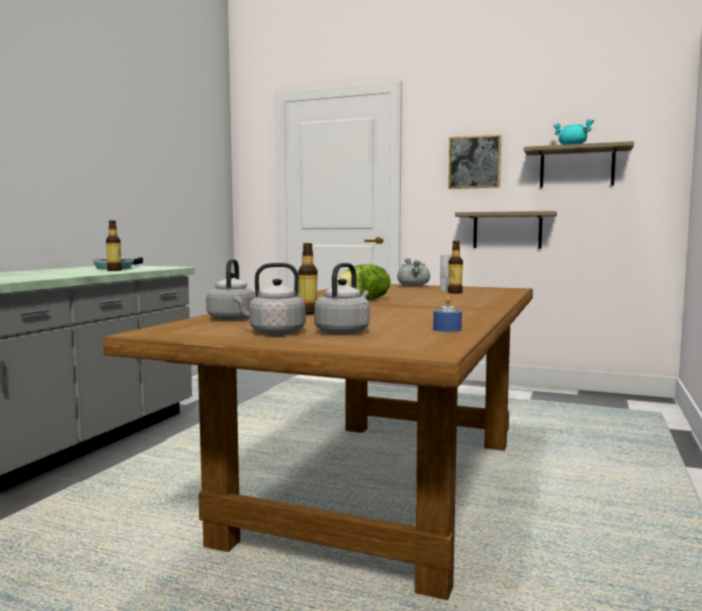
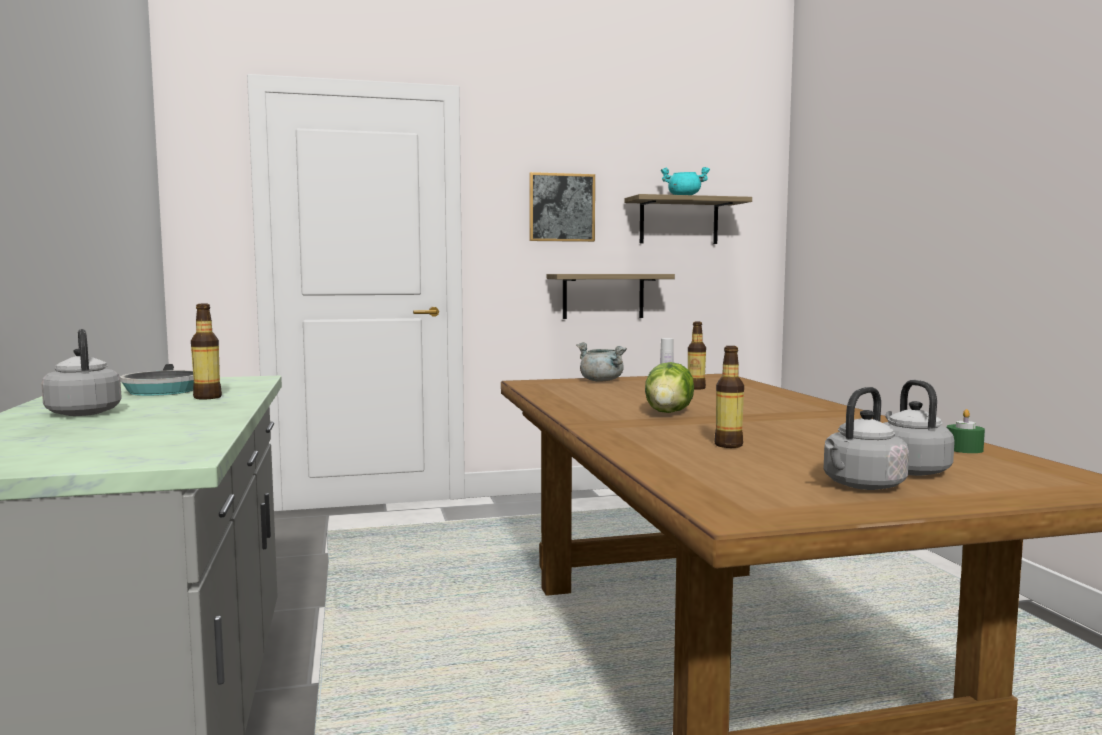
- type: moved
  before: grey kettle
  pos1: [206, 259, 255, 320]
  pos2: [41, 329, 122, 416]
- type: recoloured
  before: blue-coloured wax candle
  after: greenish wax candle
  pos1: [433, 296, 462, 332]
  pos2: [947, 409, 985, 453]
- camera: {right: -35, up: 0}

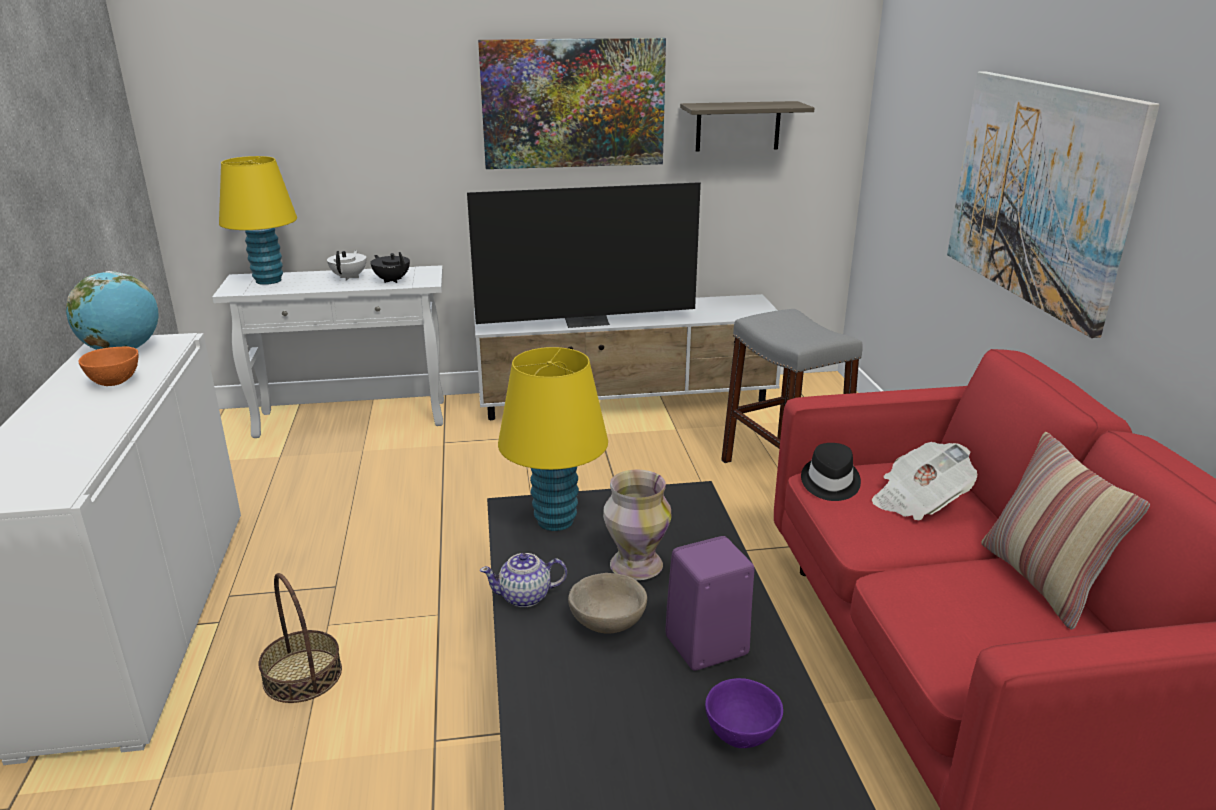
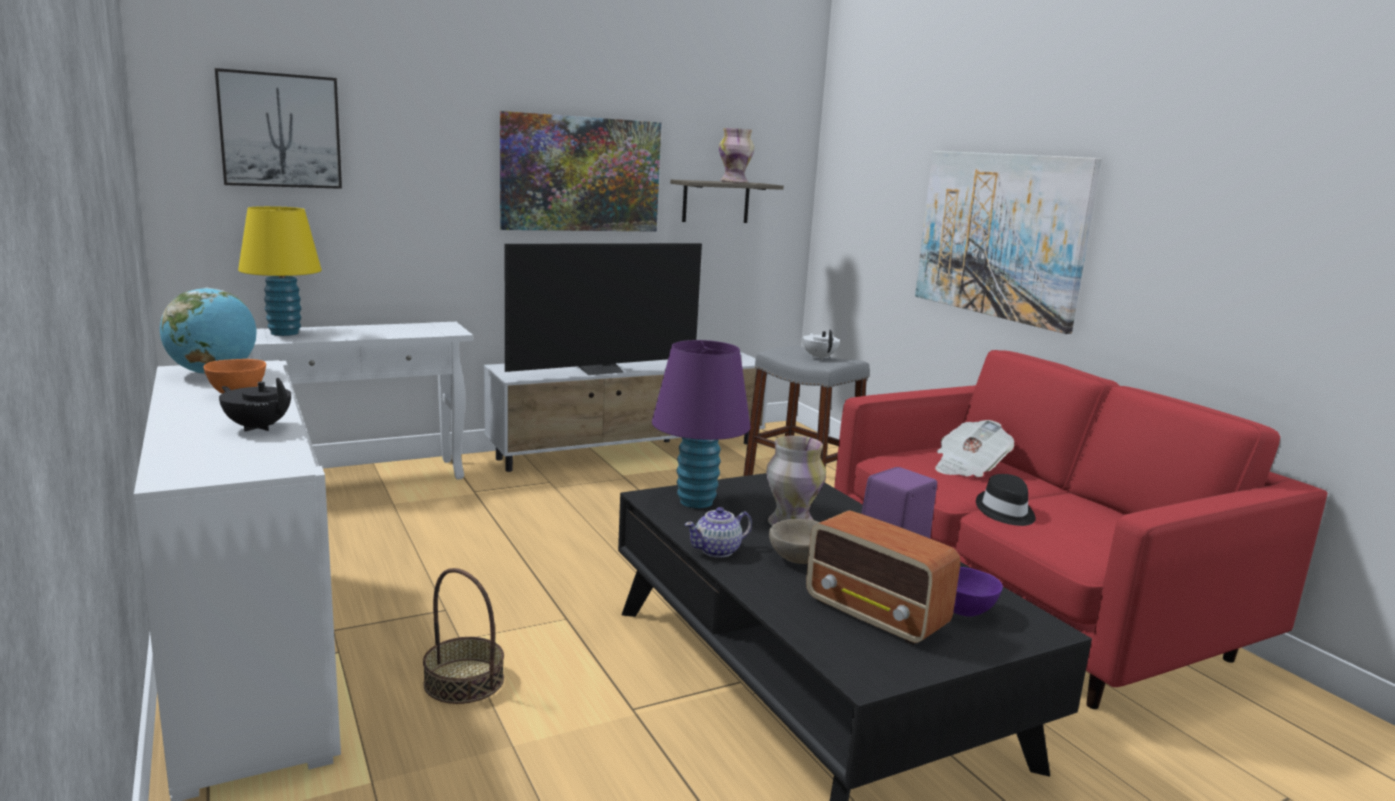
- type: removed
  before: pillow
  pos1: [981, 432, 1150, 630]
- type: added
  after: wall picture
  pos2: [215, 68, 342, 189]
- type: added
  after: flower vase
  pos2: [719, 128, 754, 183]
- type: added
  after: radio receiver
  pos2: [806, 510, 960, 645]
- type: moved
  before: white-coloured pot for tea
  pos1: [327, 250, 366, 281]
  pos2: [803, 330, 840, 360]
- type: moved
  before: black pot for tea
  pos1: [370, 252, 410, 283]
  pos2: [219, 378, 291, 432]
- type: moved
  before: black hat
  pos1: [801, 443, 861, 501]
  pos2: [976, 474, 1036, 526]
- type: recoloured
  before: yellow table lamp
  after: purplish table lamp
  pos1: [498, 347, 608, 531]
  pos2: [652, 340, 750, 508]
- camera: {right: -20, up: -10}

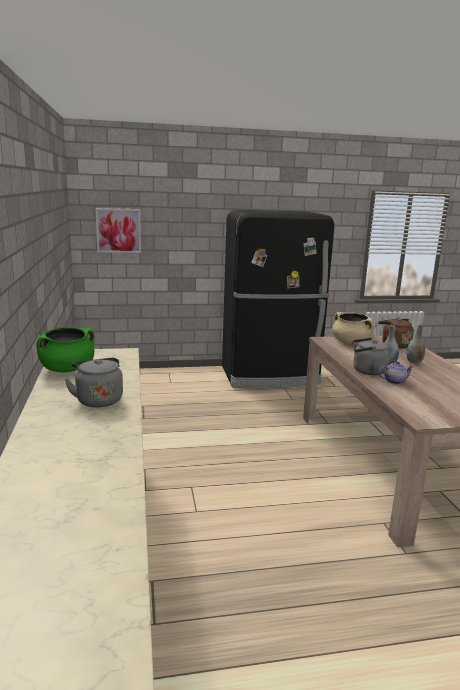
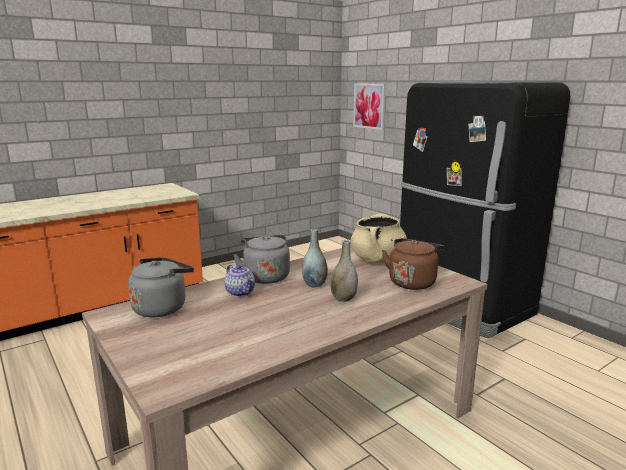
- type: removed
  before: greenish cooking pot
  pos1: [36, 327, 94, 372]
- type: moved
  before: grey kettle
  pos1: [65, 358, 123, 408]
  pos2: [128, 257, 194, 317]
- camera: {right: 65, up: 0}

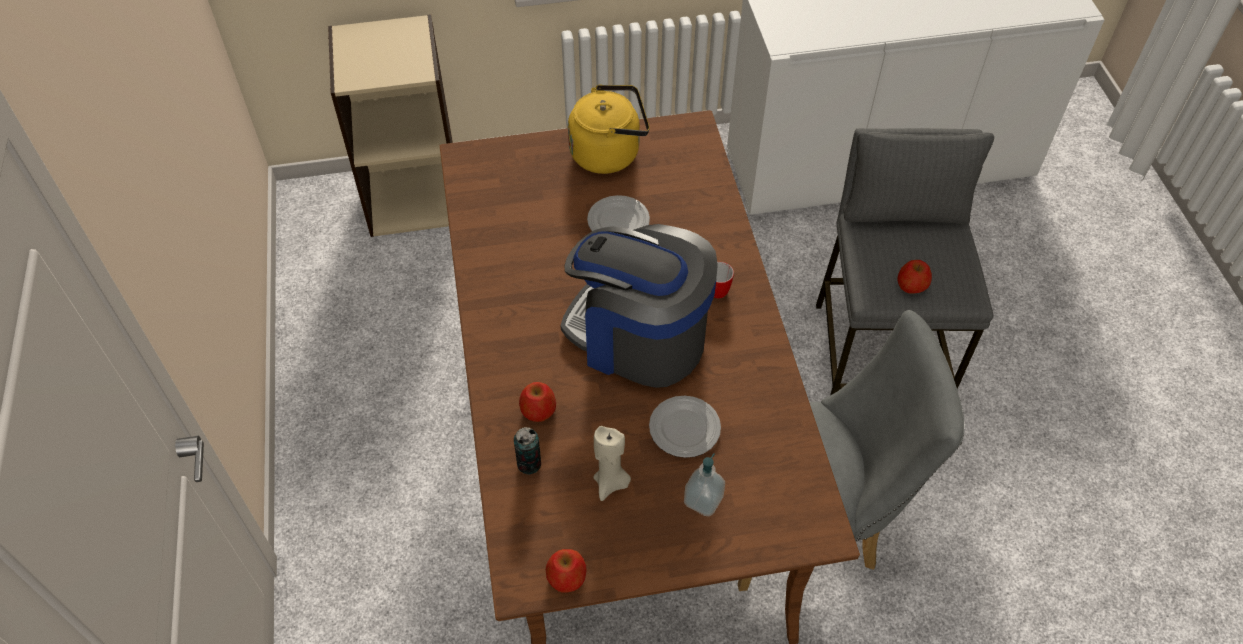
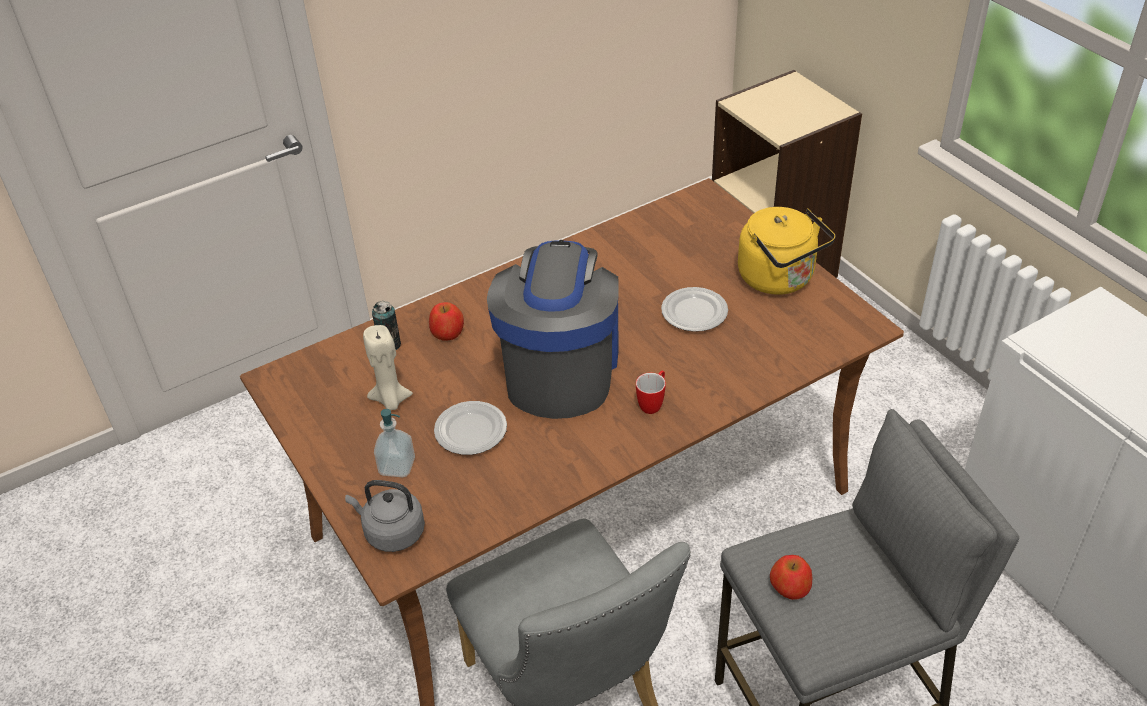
- type: removed
  before: apple fruit
  pos1: [546, 549, 587, 592]
- type: added
  after: grey kettle
  pos2: [345, 480, 425, 552]
- camera: {right: 70, up: -10}

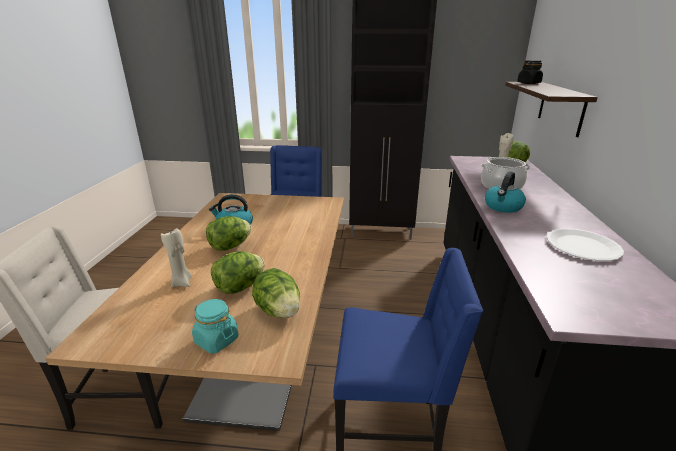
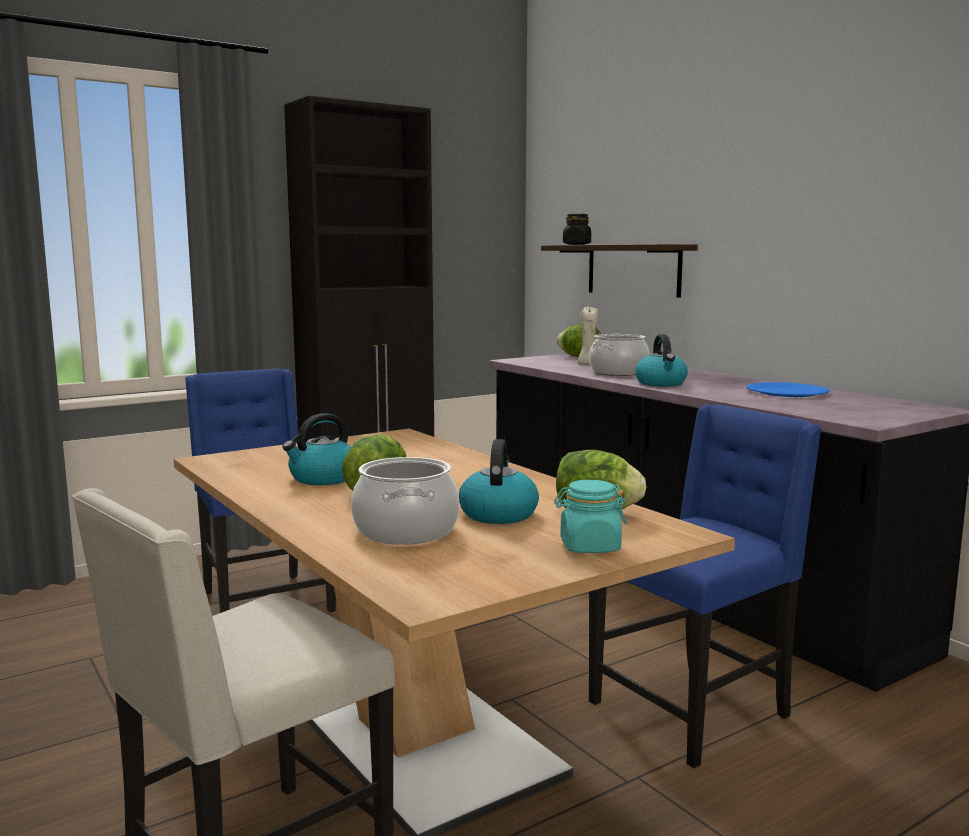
- type: replaced
  before: beige-coloured wax candle
  after: cooking pot
  pos1: [161, 228, 192, 288]
  pos2: [351, 457, 460, 545]
- type: replaced
  before: head of lettuce
  after: kettle
  pos1: [211, 251, 265, 294]
  pos2: [459, 439, 539, 524]
- type: recoloured
  before: white-coloured flat dish
  after: blue-coloured flat dish
  pos1: [547, 229, 624, 261]
  pos2: [746, 382, 830, 397]
- camera: {right: -40, up: -15}

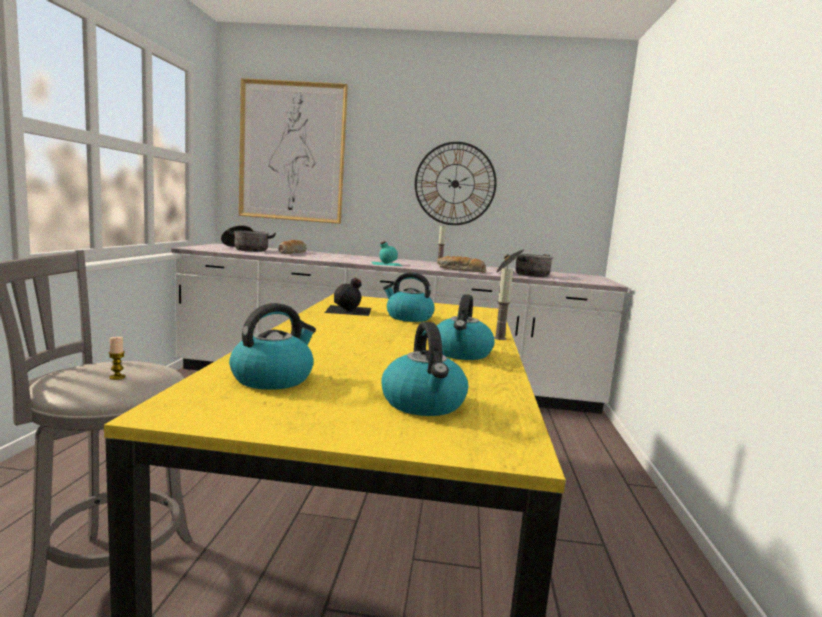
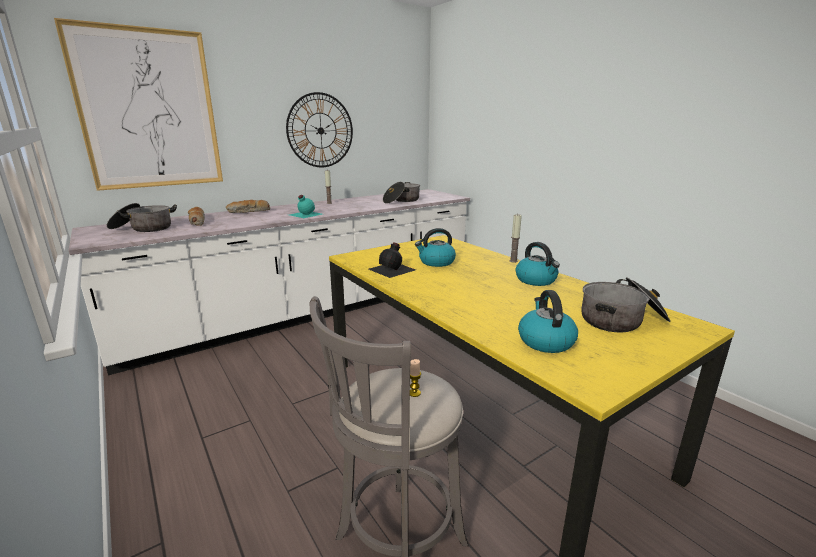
- type: moved
  before: bakery bread
  pos1: [437, 256, 486, 273]
  pos2: [226, 200, 270, 213]
- type: replaced
  before: kettle
  after: cooking pot
  pos1: [381, 322, 468, 416]
  pos2: [582, 277, 670, 332]
- camera: {right: -40, up: 10}

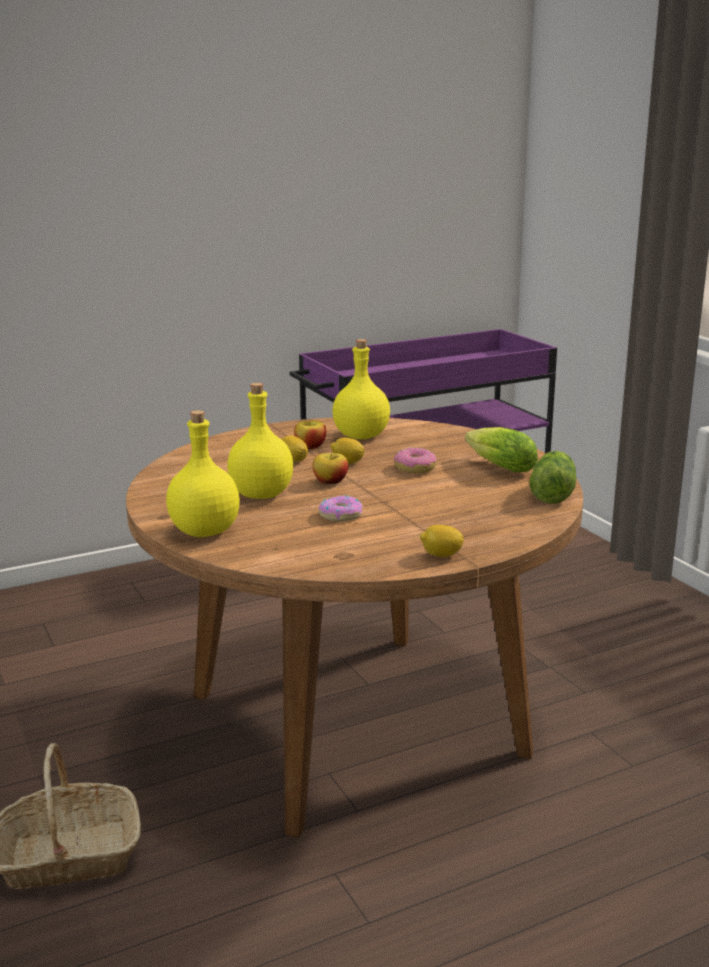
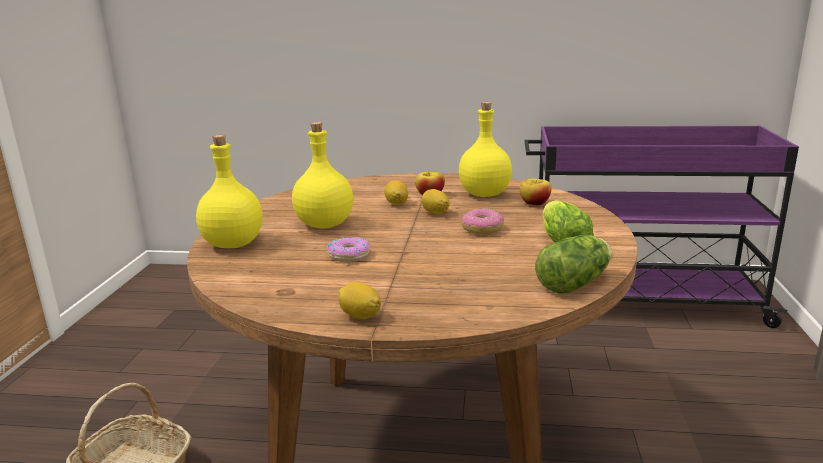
- type: moved
  before: apple fruit
  pos1: [312, 453, 348, 484]
  pos2: [520, 179, 552, 205]
- camera: {right: 35, up: 0}

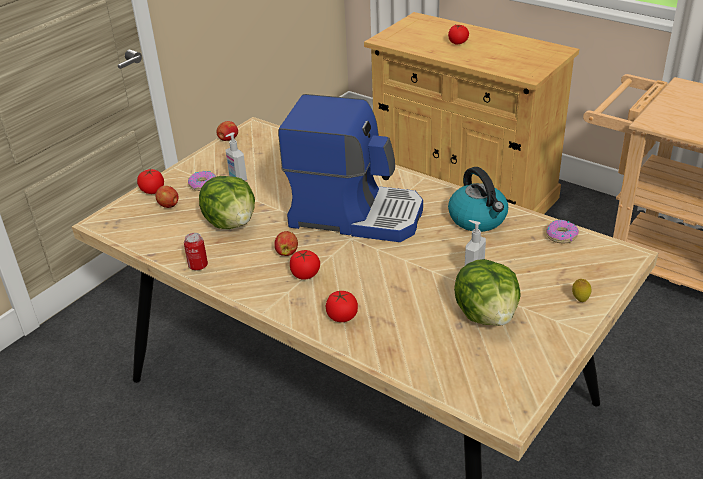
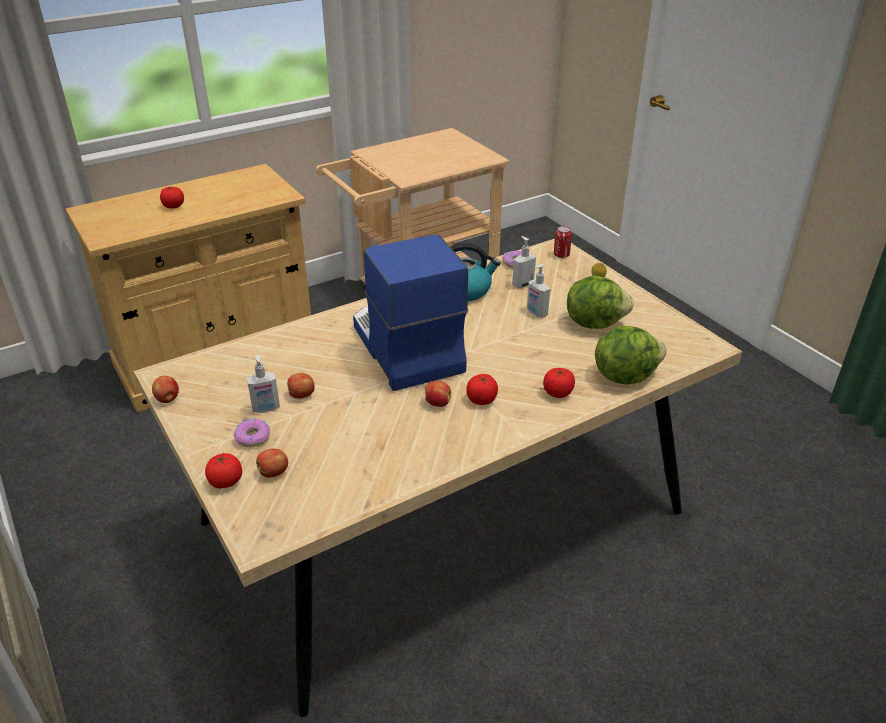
- type: added
  after: apple fruit
  pos2: [287, 373, 315, 398]
- type: added
  after: liquid soap bottle
  pos2: [512, 236, 536, 289]
- type: moved
  before: metal can
  pos1: [184, 233, 208, 270]
  pos2: [554, 226, 572, 258]
- type: moved
  before: head of lettuce
  pos1: [199, 176, 255, 229]
  pos2: [595, 326, 667, 385]
- type: turned
  before: coffee maker
  pos1: [278, 94, 423, 242]
  pos2: [353, 235, 469, 391]
  turn: -60
- camera: {right: -70, up: 0}

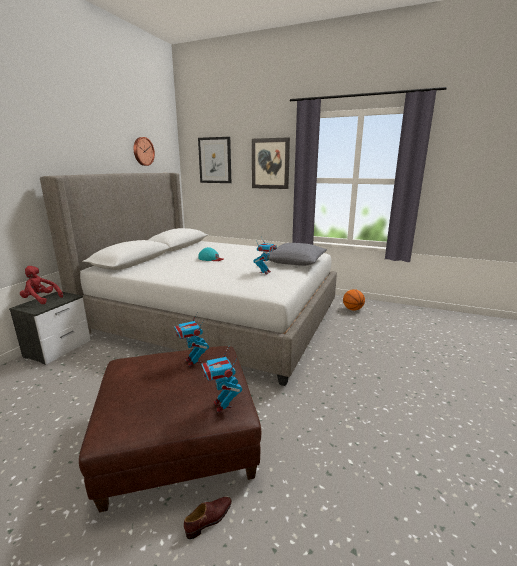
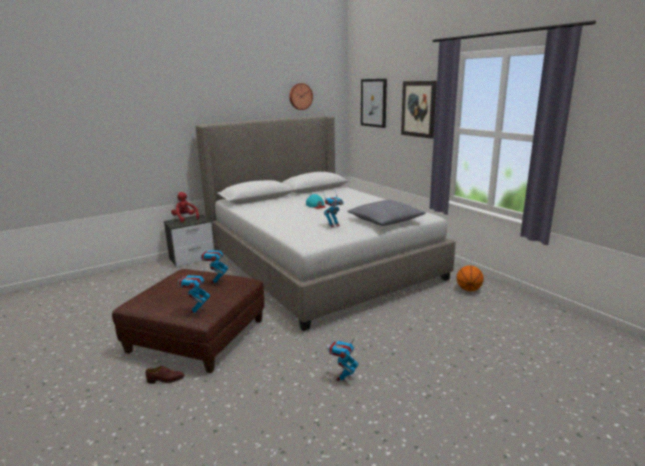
- type: added
  after: toy robot
  pos2: [328, 338, 359, 382]
- camera: {right: 35, up: 0}

